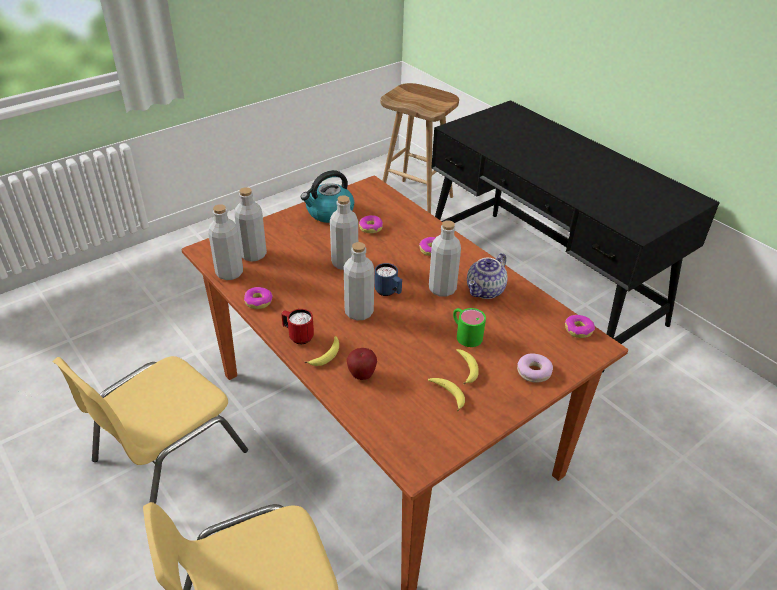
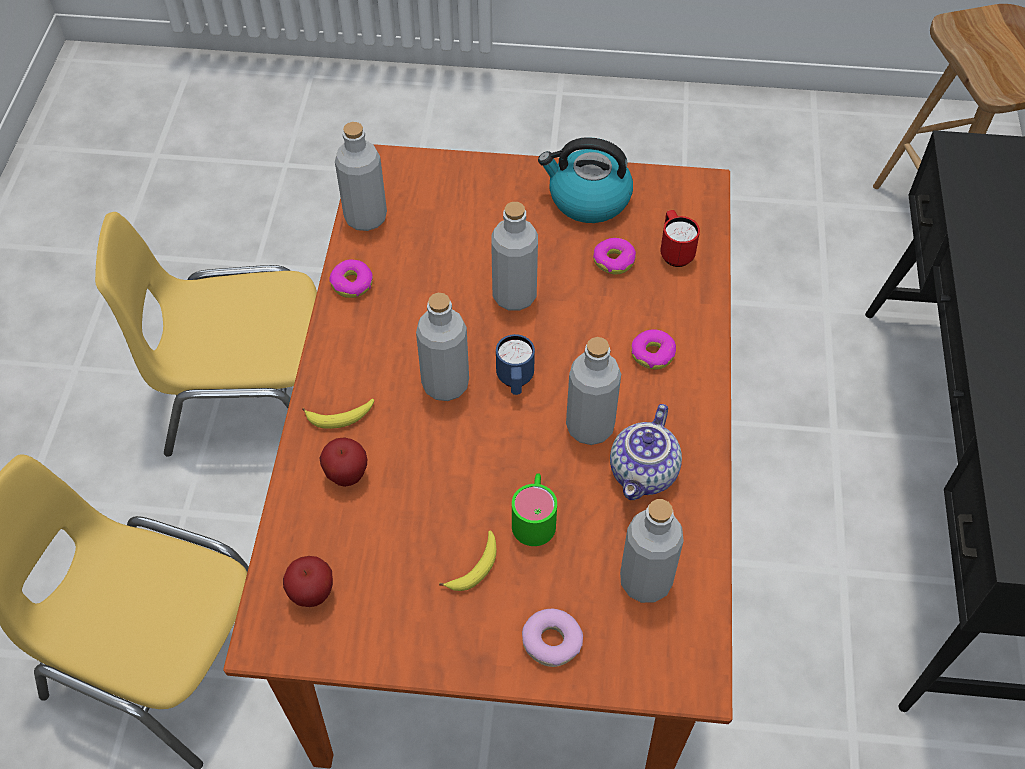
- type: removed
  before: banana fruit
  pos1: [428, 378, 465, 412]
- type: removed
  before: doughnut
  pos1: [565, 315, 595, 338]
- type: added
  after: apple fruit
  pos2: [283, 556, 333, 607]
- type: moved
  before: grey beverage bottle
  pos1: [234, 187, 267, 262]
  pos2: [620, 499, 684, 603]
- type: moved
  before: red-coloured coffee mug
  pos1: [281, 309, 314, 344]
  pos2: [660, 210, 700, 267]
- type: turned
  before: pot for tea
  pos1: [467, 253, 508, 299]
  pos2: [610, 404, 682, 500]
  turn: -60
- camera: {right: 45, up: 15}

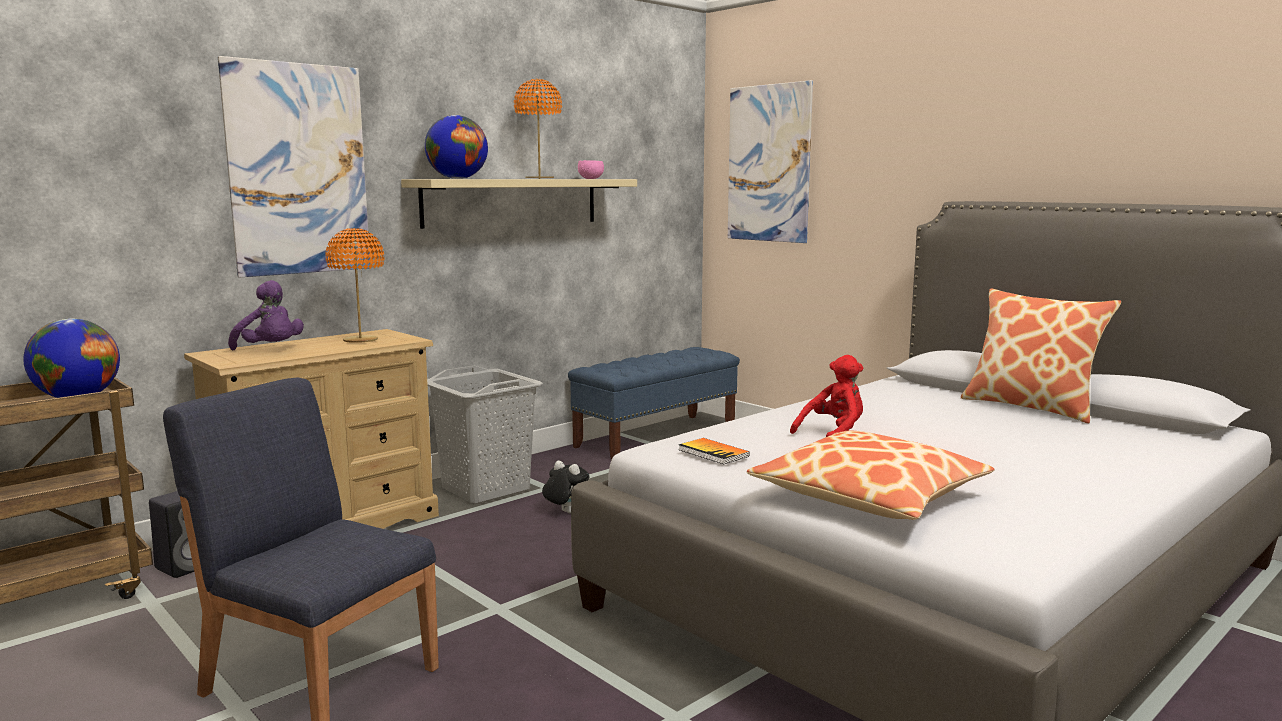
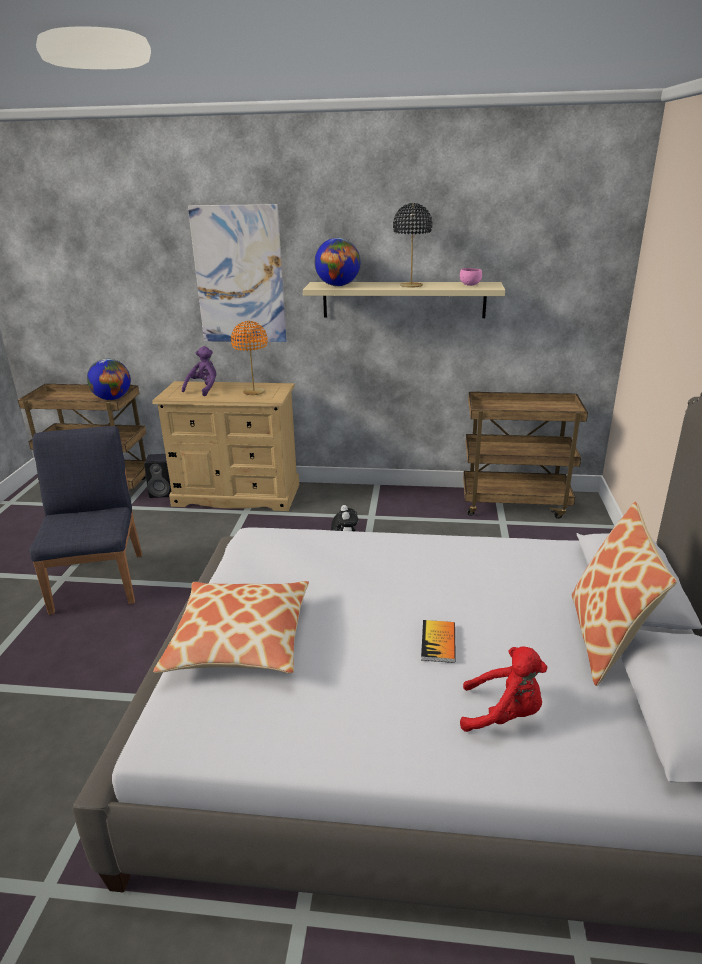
- type: removed
  before: grey hamper
  pos1: [427, 366, 543, 504]
- type: removed
  before: wall picture
  pos1: [728, 80, 813, 243]
- type: moved
  before: book
  pos1: [679, 438, 750, 464]
  pos2: [421, 620, 456, 663]
- type: moved
  before: red-coloured soft toy
  pos1: [790, 355, 863, 437]
  pos2: [460, 646, 547, 732]
- type: replaced
  before: blue-coloured bench
  after: brown-coloured cart
  pos1: [568, 347, 740, 460]
  pos2: [463, 391, 588, 519]
- type: recoloured
  before: orange-coloured table lamp
  after: black table lamp
  pos1: [514, 79, 562, 179]
  pos2: [393, 203, 433, 288]
- type: turned
  before: purplish soft toy
  pos1: [228, 280, 304, 350]
  pos2: [182, 346, 216, 396]
  turn: -150
- camera: {right: 50, up: 15}

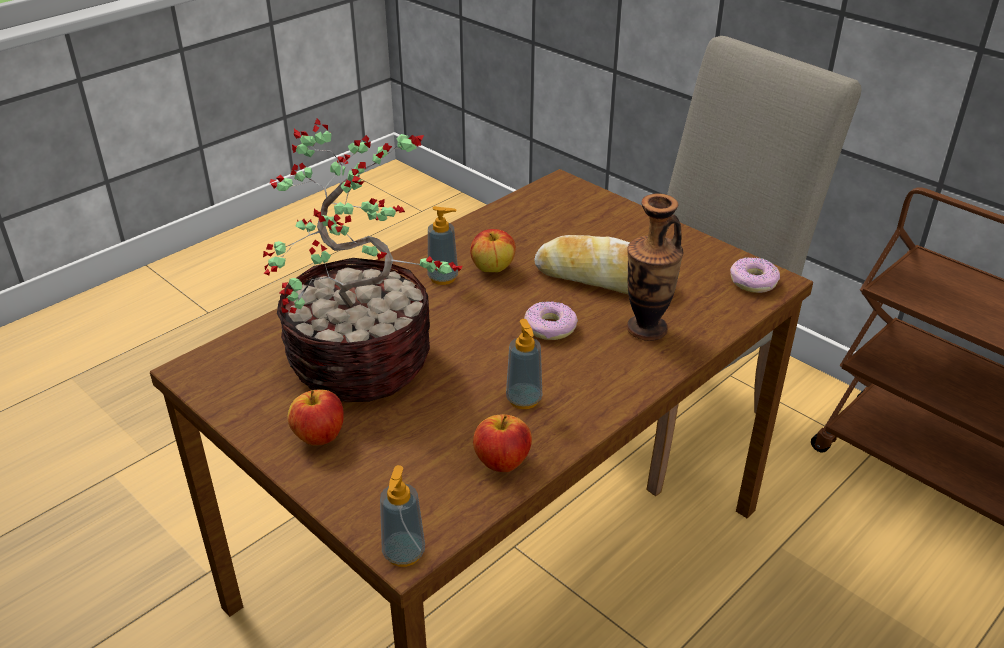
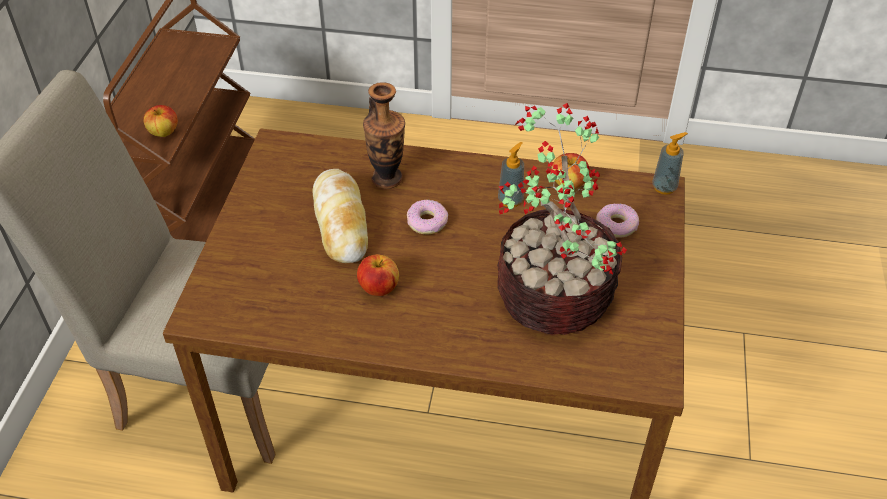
- type: removed
  before: liquid soap bottle
  pos1: [428, 206, 458, 285]
- type: moved
  before: apple fruit
  pos1: [288, 390, 344, 446]
  pos2: [143, 105, 178, 137]
- type: moved
  before: doughnut
  pos1: [730, 257, 780, 293]
  pos2: [596, 204, 639, 238]
- camera: {right: -125, up: 10}

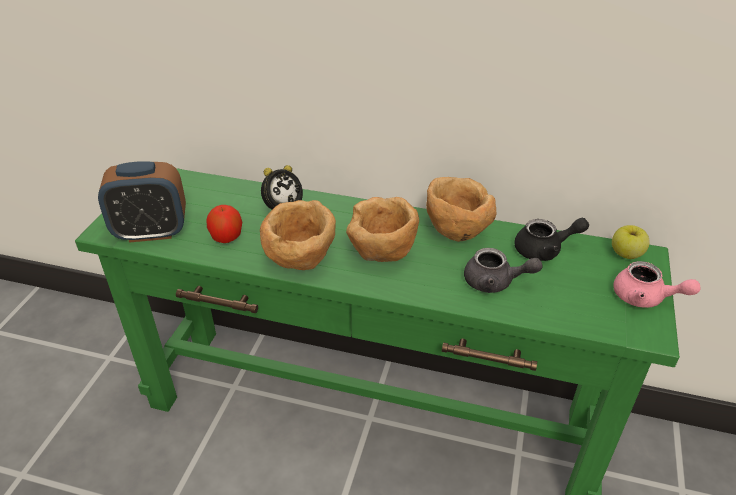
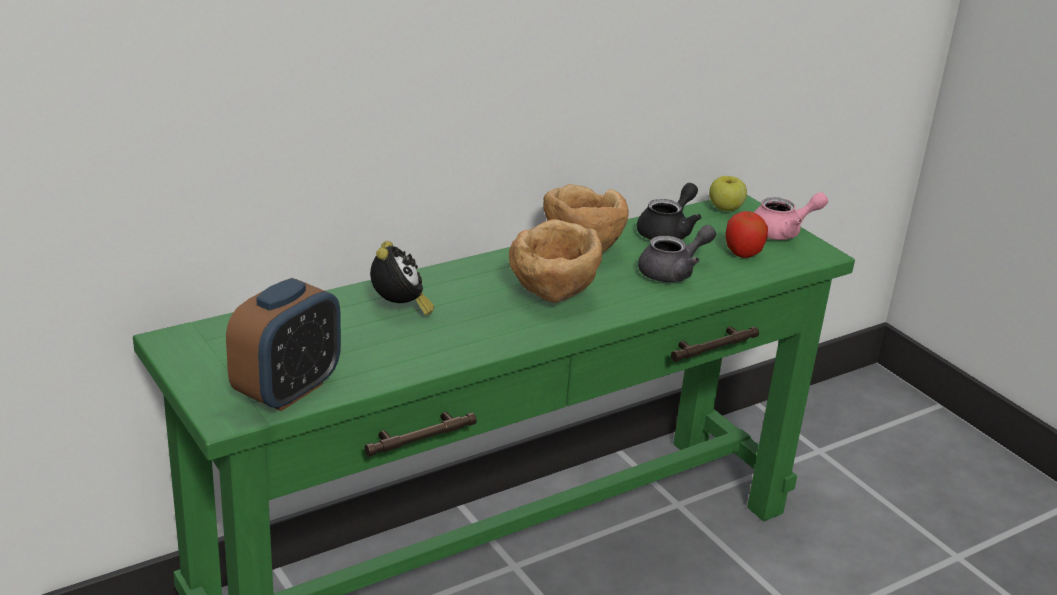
- type: removed
  before: brown-coloured bowl
  pos1: [260, 200, 336, 270]
- type: moved
  before: apple fruit
  pos1: [207, 205, 242, 243]
  pos2: [725, 211, 768, 258]
- camera: {right: -50, up: -10}

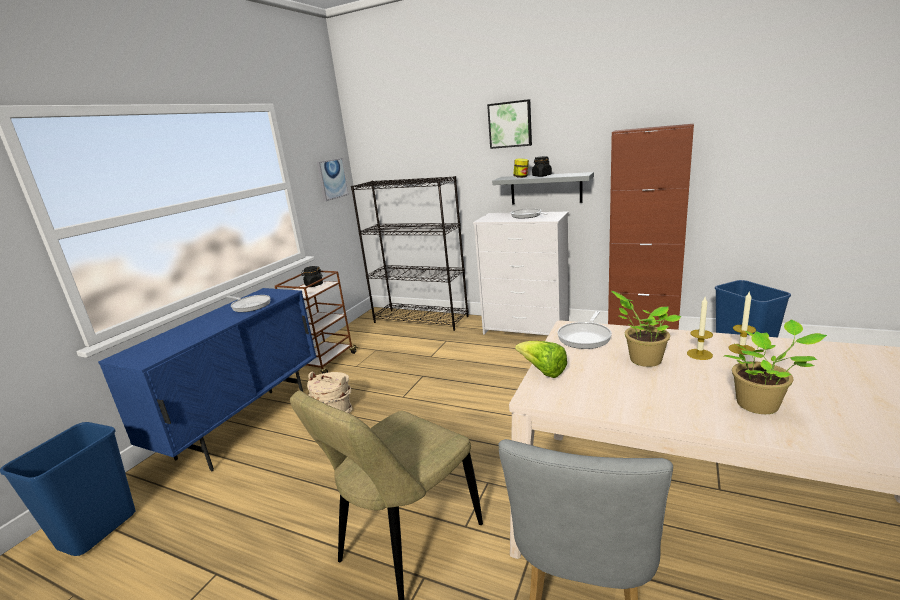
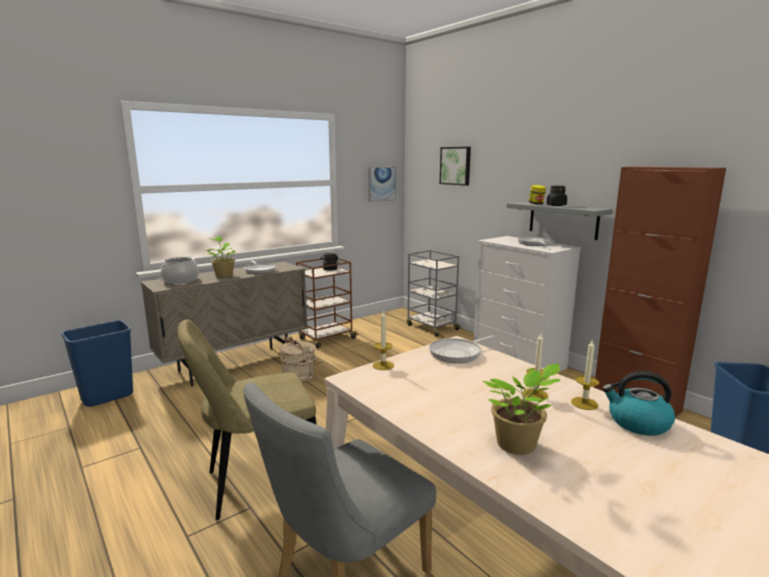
- type: added
  after: cooking pot
  pos2: [161, 257, 199, 284]
- type: added
  after: kettle
  pos2: [602, 371, 675, 436]
- type: moved
  before: wall picture
  pos1: [487, 99, 532, 149]
  pos2: [440, 147, 471, 186]
- type: moved
  before: houseplant
  pos1: [611, 291, 681, 367]
  pos2: [205, 236, 237, 278]
- type: replaced
  before: black bookcase
  after: grey cart
  pos1: [351, 176, 469, 331]
  pos2: [406, 250, 461, 337]
- type: replaced
  before: head of lettuce
  after: wax candle
  pos1: [515, 341, 567, 378]
  pos2: [373, 311, 394, 370]
- type: recoloured
  before: blue-coloured cabinet
  after: beige-coloured cabinet
  pos1: [98, 288, 316, 471]
  pos2: [141, 261, 308, 387]
- camera: {right: 25, up: -5}

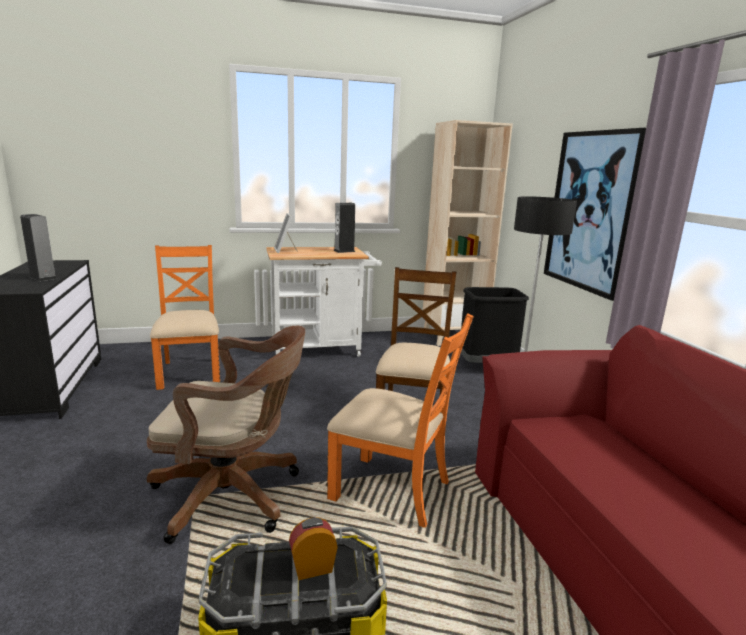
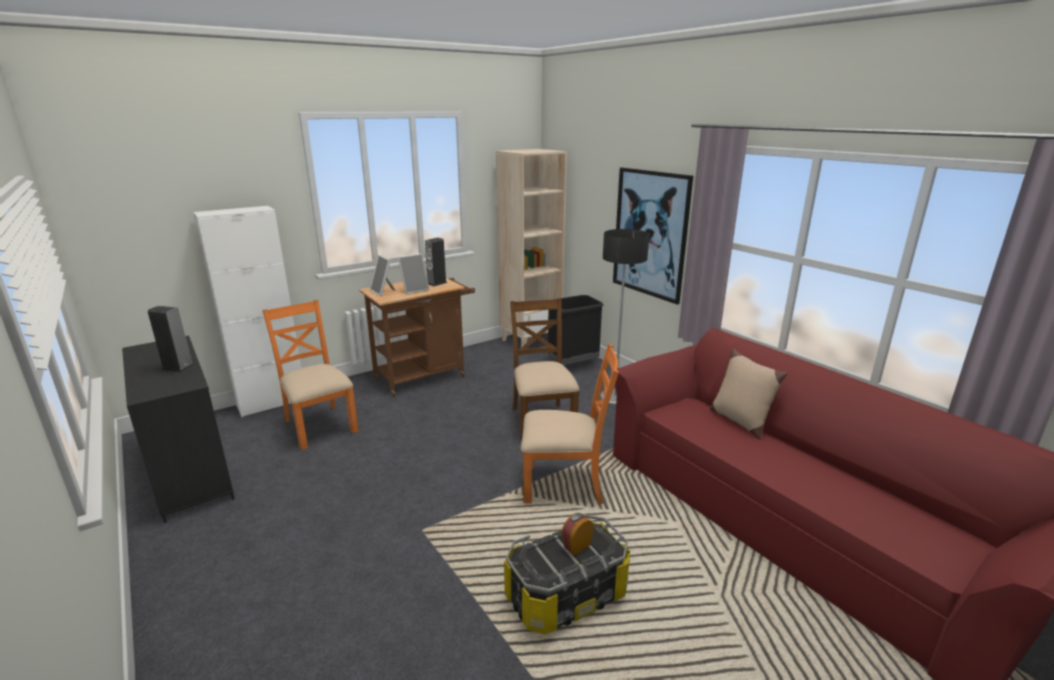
- type: removed
  before: brown-coloured office chair
  pos1: [147, 326, 306, 544]
- type: added
  after: white-coloured cabinet
  pos2: [193, 206, 301, 417]
- type: added
  after: standing frame
  pos2: [398, 254, 429, 294]
- type: added
  after: beige-coloured pillow
  pos2: [710, 348, 787, 439]
- type: recoloured
  before: white-coloured cart
  after: brown-coloured cart
  pos1: [266, 247, 382, 357]
  pos2: [359, 278, 475, 397]
- camera: {right: -20, up: 5}

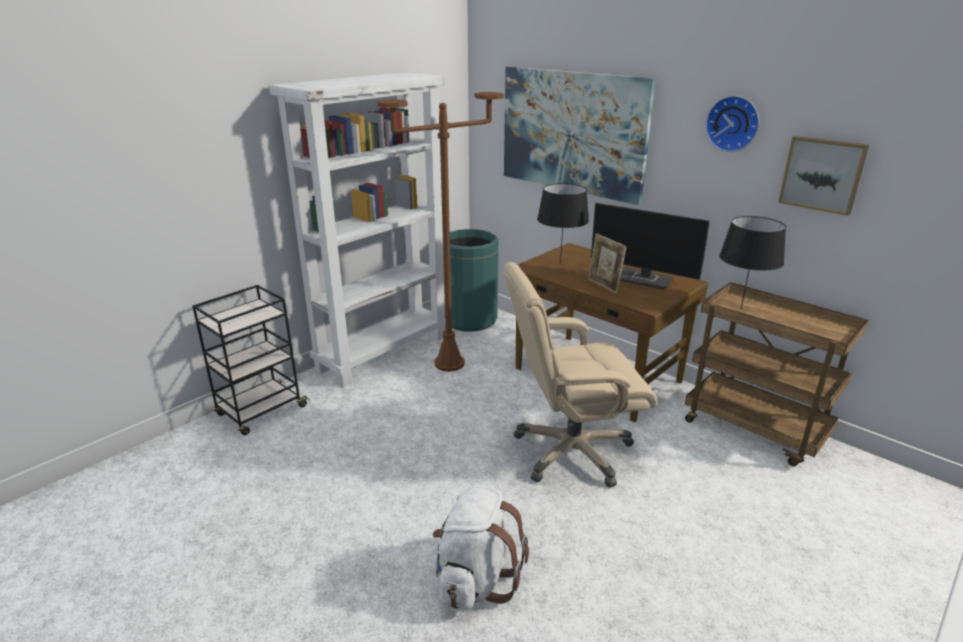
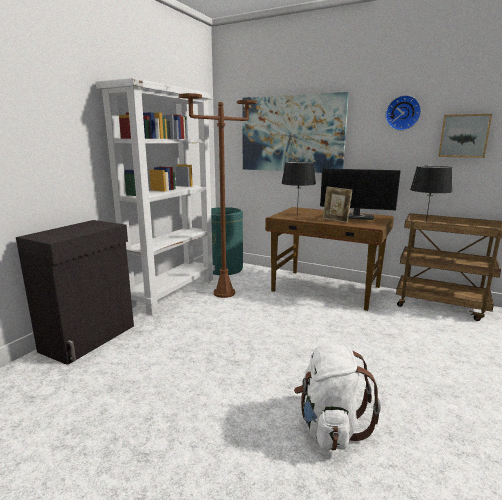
- type: removed
  before: beige-coloured office chair
  pos1: [504, 262, 658, 488]
- type: replaced
  before: black cart
  after: black cabinet
  pos1: [192, 285, 310, 435]
  pos2: [16, 220, 134, 365]
- camera: {right: -15, up: -10}

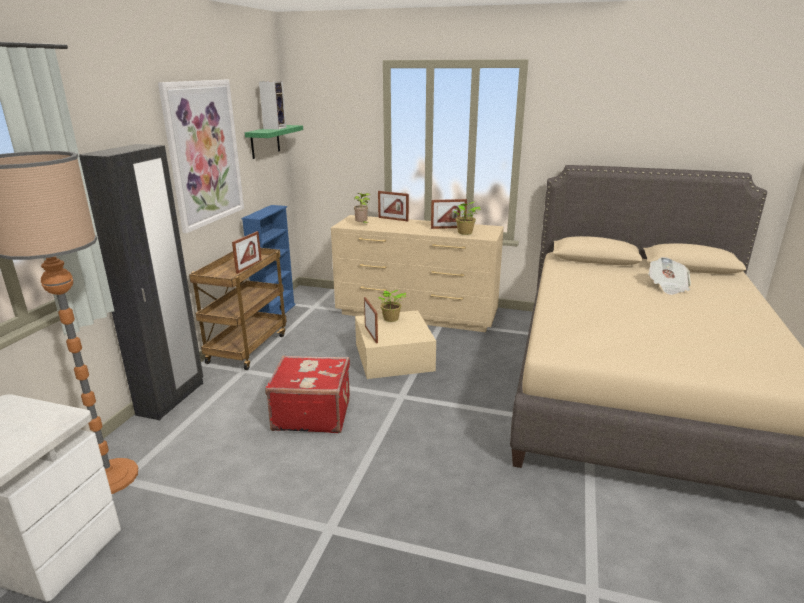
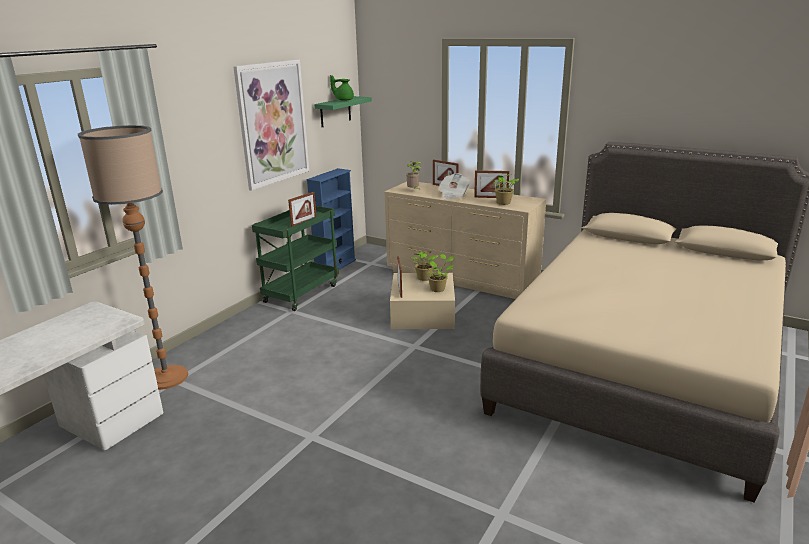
- type: removed
  before: black wardrobe
  pos1: [79, 144, 203, 420]
- type: removed
  before: red-coloured suitcase
  pos1: [265, 355, 350, 433]
- type: added
  after: houseplant
  pos2: [426, 254, 455, 292]
- type: moved
  before: printed paper
  pos1: [648, 257, 691, 295]
  pos2: [439, 173, 471, 200]
- type: replaced
  before: audio speaker
  after: greenish pot for tea
  pos1: [259, 81, 286, 130]
  pos2: [330, 75, 354, 101]
- type: recoloured
  before: brown-coloured cart
  after: greenish cart
  pos1: [189, 248, 287, 370]
  pos2: [252, 206, 339, 311]
- camera: {right: 15, up: 0}

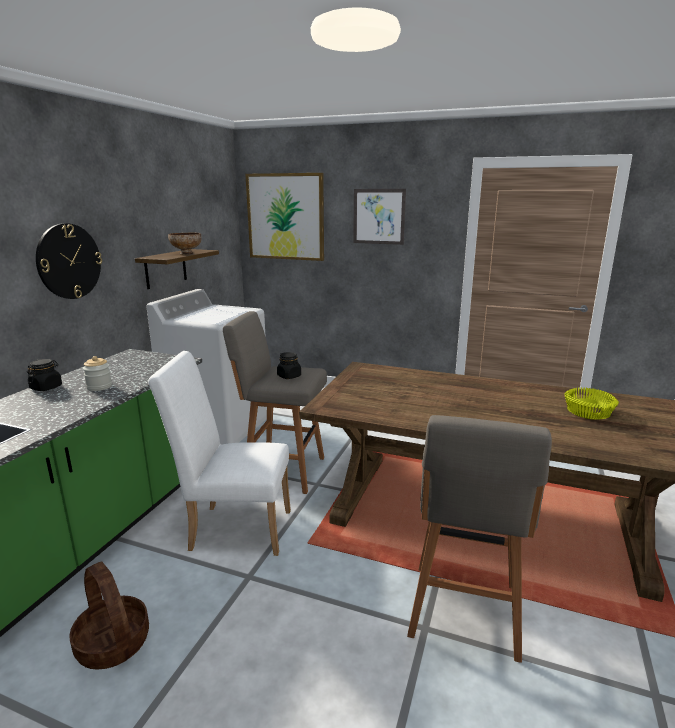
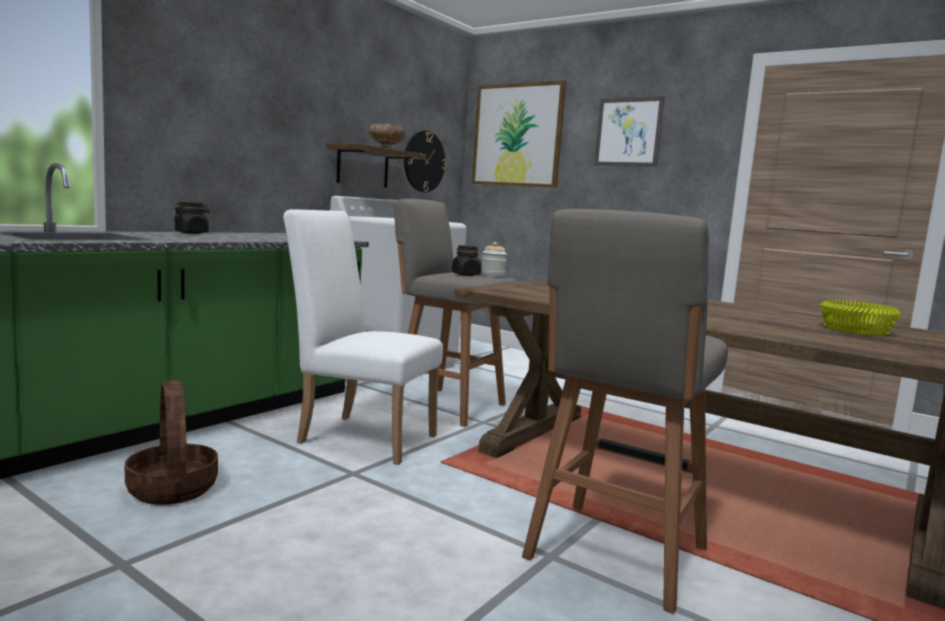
- type: moved
  before: wall clock
  pos1: [36, 223, 102, 299]
  pos2: [404, 131, 446, 192]
- type: moved
  before: preserve jar
  pos1: [83, 356, 112, 391]
  pos2: [481, 242, 507, 276]
- camera: {right: 15, up: -10}

